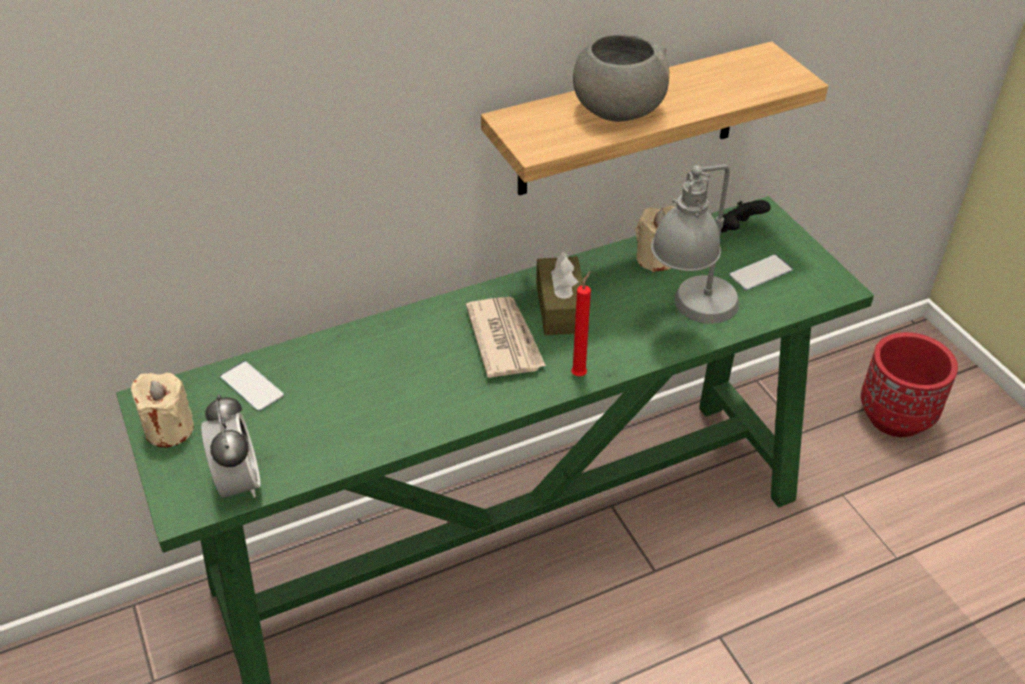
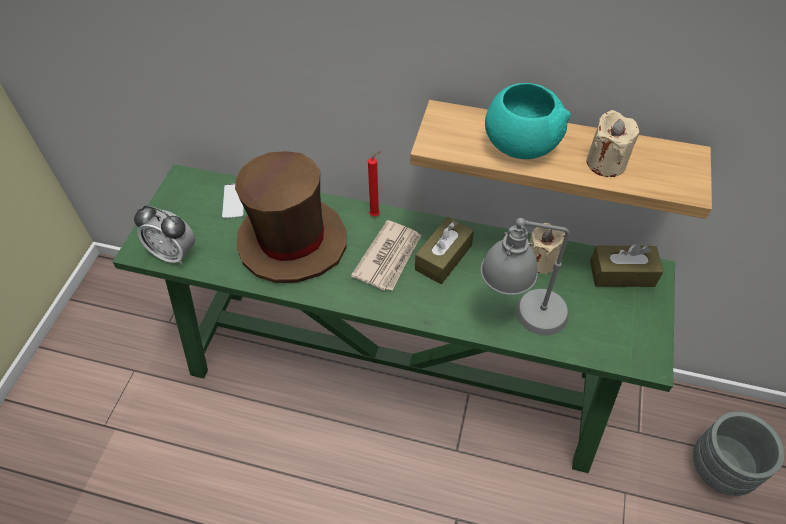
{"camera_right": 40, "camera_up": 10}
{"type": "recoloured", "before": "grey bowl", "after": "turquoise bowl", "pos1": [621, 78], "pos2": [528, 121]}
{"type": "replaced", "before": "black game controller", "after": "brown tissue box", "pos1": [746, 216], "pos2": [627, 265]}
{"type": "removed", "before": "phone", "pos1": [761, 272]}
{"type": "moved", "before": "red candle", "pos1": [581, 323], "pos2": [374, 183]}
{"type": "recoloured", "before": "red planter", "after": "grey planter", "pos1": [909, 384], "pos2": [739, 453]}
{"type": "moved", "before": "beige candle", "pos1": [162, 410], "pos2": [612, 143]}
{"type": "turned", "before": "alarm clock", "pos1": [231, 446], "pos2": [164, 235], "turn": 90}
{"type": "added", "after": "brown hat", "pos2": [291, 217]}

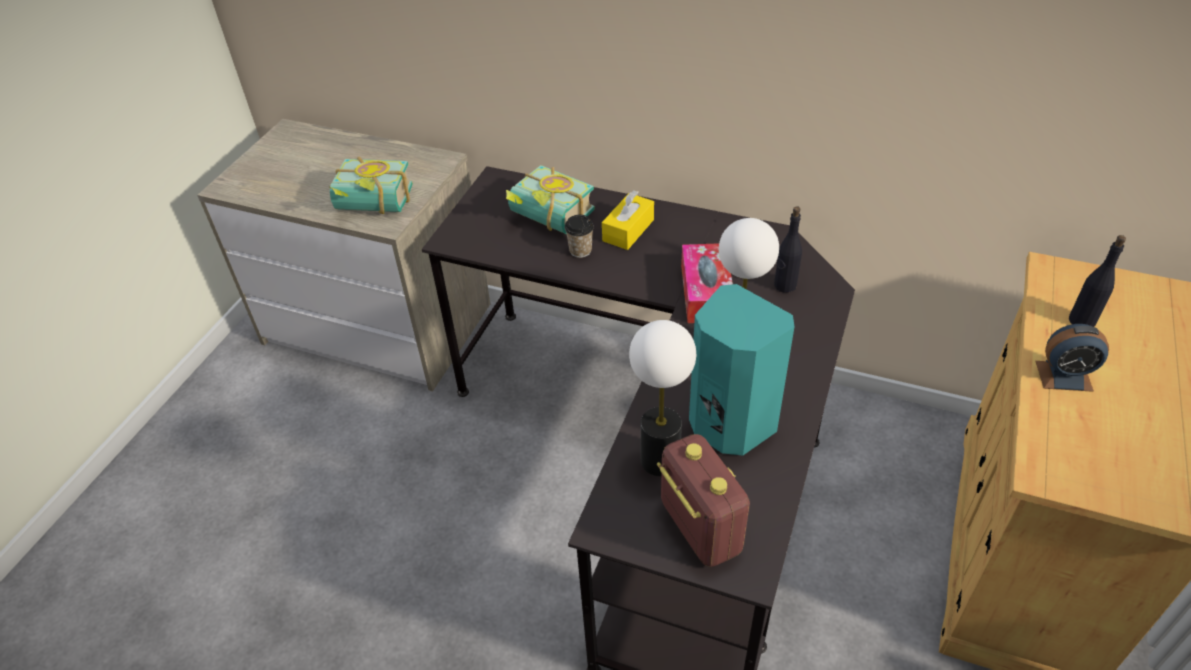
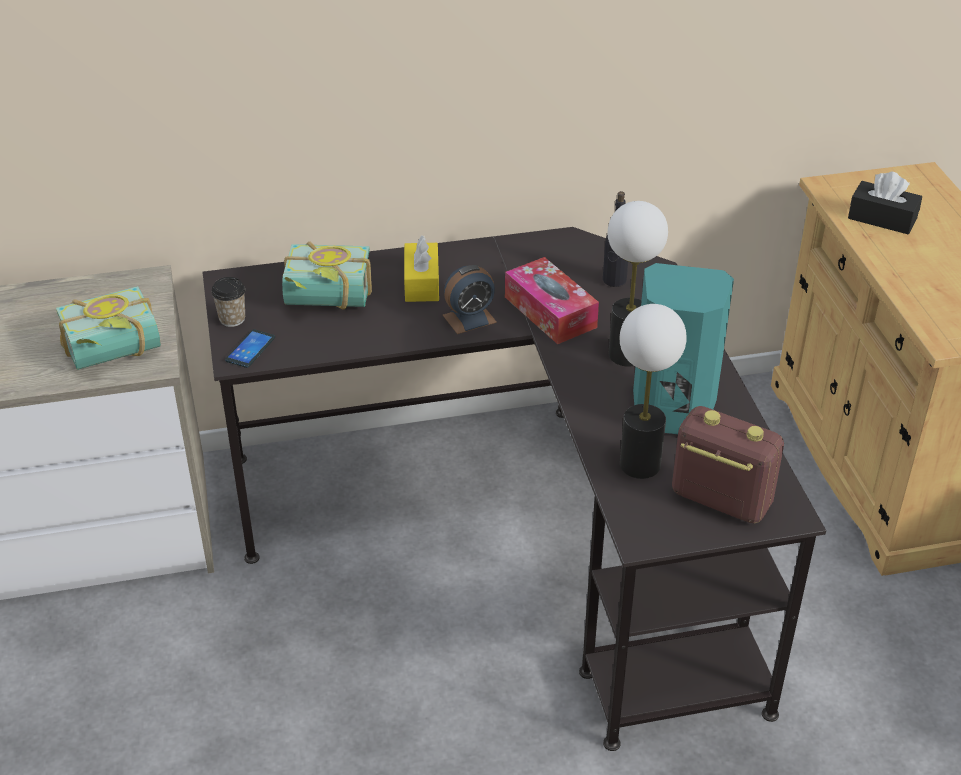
{"camera_right": -35, "camera_up": -5}
{"type": "moved", "before": "cup", "pos1": [579, 236], "pos2": [228, 302]}
{"type": "replaced", "before": "black bottle", "after": "black tissue box", "pos1": [1097, 281], "pos2": [885, 203]}
{"type": "moved", "before": "alarm clock", "pos1": [1072, 358], "pos2": [470, 299]}
{"type": "added", "after": "phone", "pos2": [250, 348]}

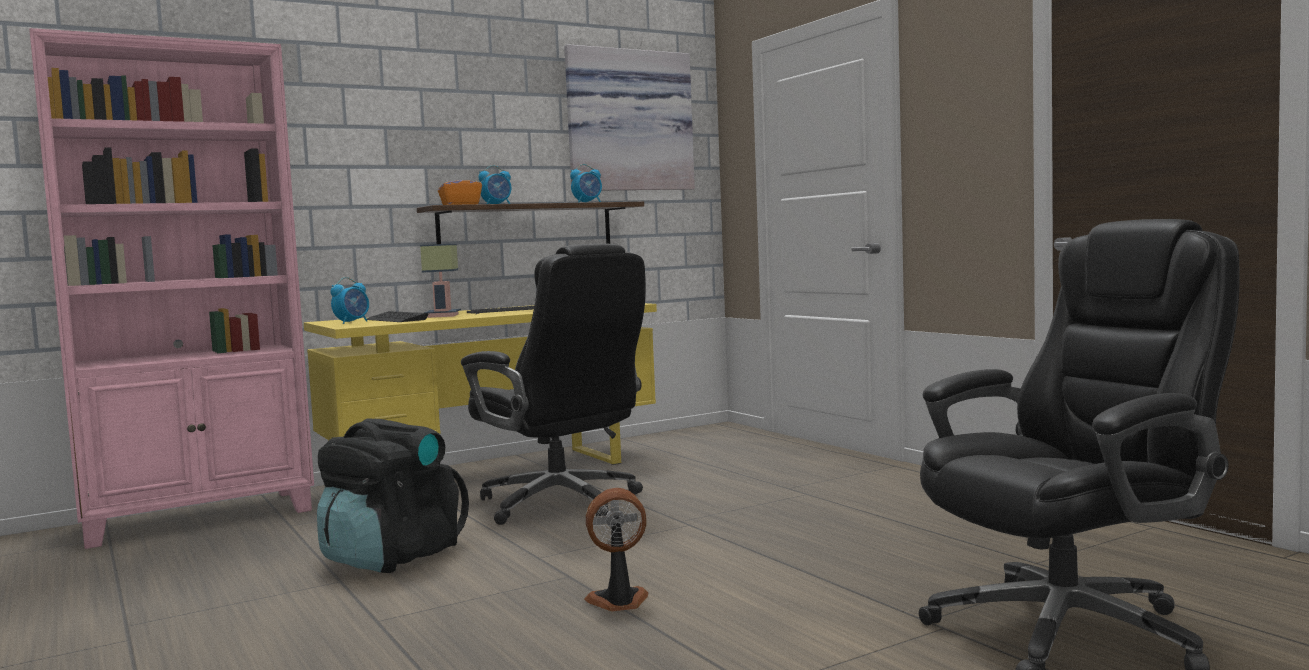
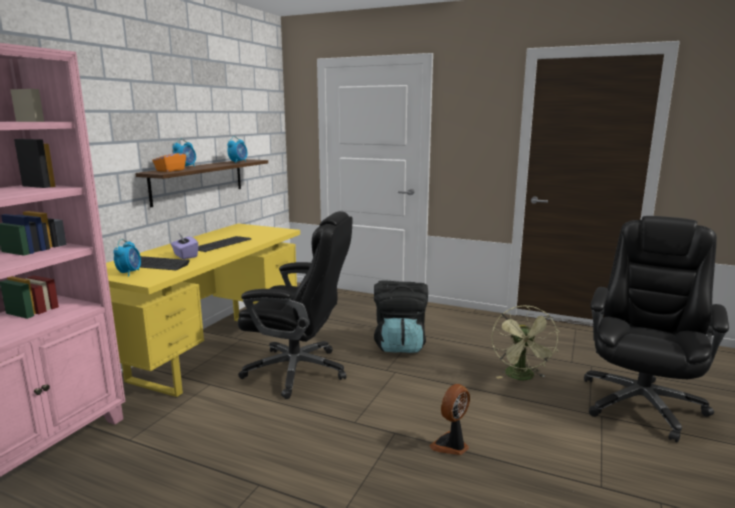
{"camera_right": -35, "camera_up": 10}
{"type": "removed", "before": "picture", "pos1": [629, 117]}
{"type": "replaced", "before": "table lamp", "after": "purple tissue box", "pos1": [440, 281], "pos2": [185, 246]}
{"type": "moved", "before": "black backpack", "pos1": [393, 496], "pos2": [401, 316]}
{"type": "added", "after": "green fan", "pos2": [525, 342]}

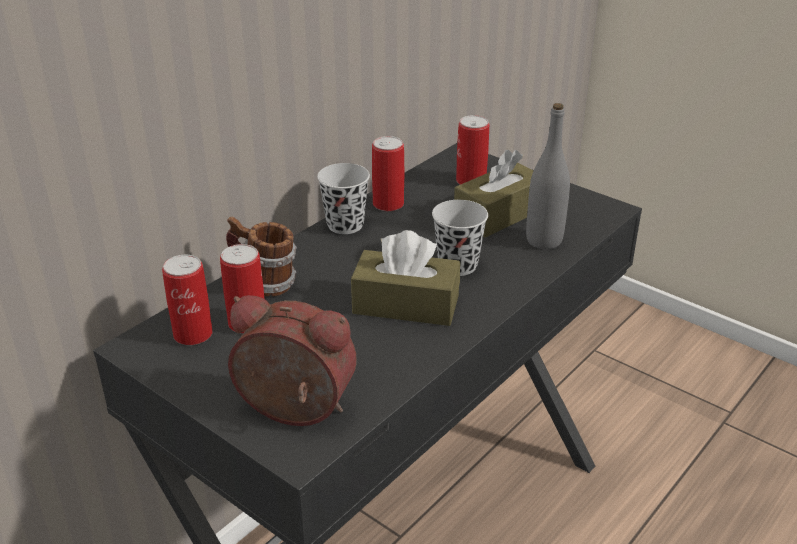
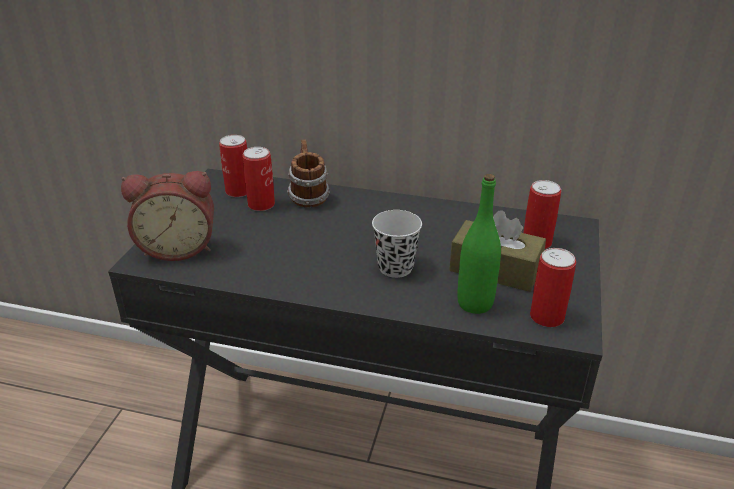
{"camera_right": 65, "camera_up": 0}
{"type": "recoloured", "before": "grey bottle", "after": "green bottle", "pos1": [548, 176], "pos2": [479, 244]}
{"type": "moved", "before": "can", "pos1": [388, 173], "pos2": [553, 287]}
{"type": "removed", "before": "black cup", "pos1": [343, 198]}
{"type": "removed", "before": "brown tissue box", "pos1": [405, 278]}
{"type": "turned", "before": "alarm clock", "pos1": [292, 360], "pos2": [167, 216], "turn": 90}

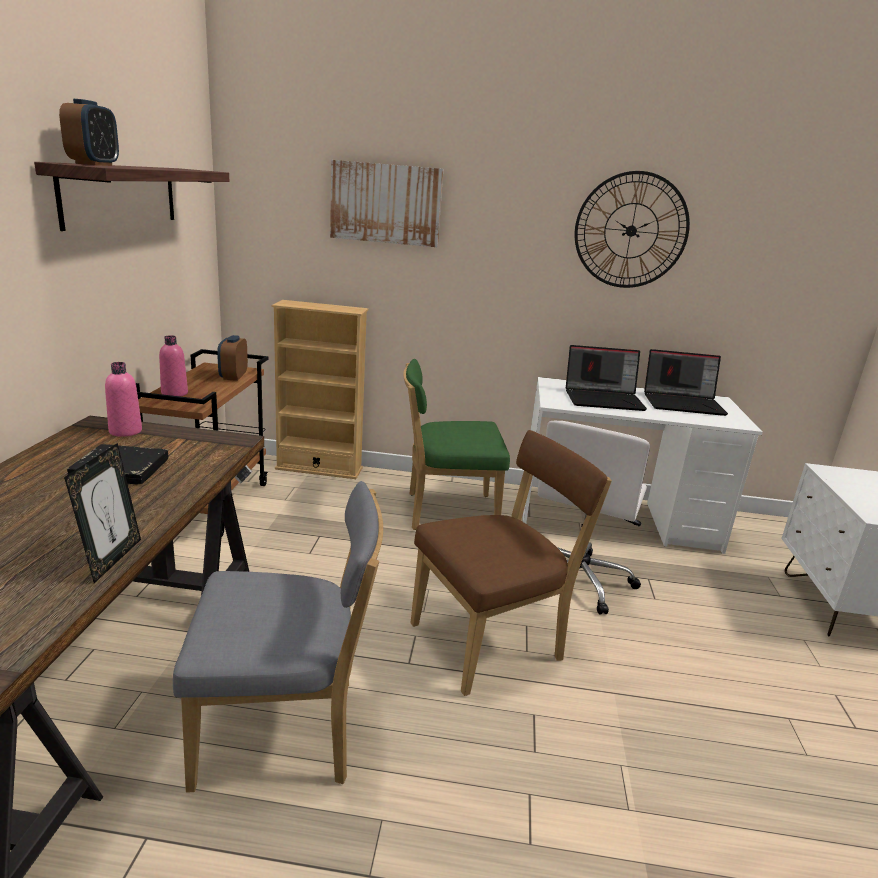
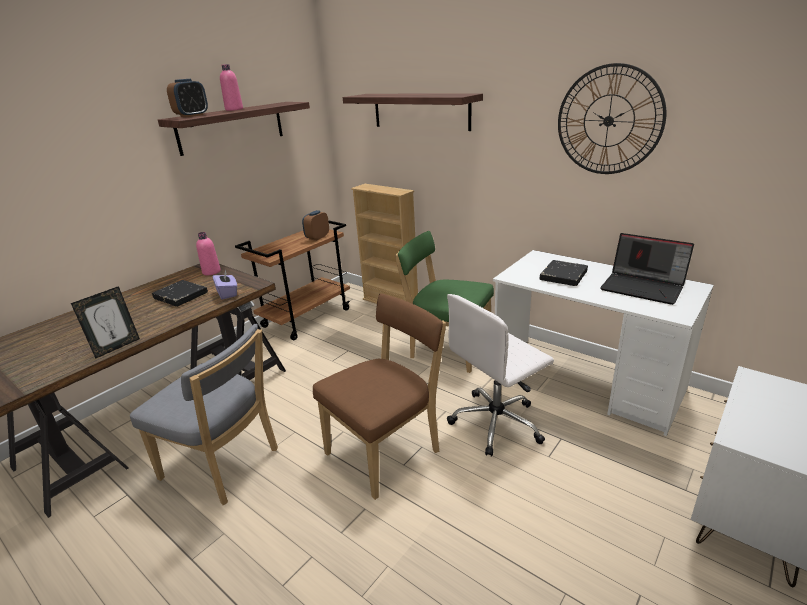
{"camera_right": 35, "camera_up": 5}
{"type": "replaced", "before": "picture", "after": "shelf", "pos1": [386, 203], "pos2": [413, 112]}
{"type": "moved", "before": "pink bottle", "pos1": [173, 365], "pos2": [231, 87]}
{"type": "replaced", "before": "laptop", "after": "black book", "pos1": [606, 378], "pos2": [563, 273]}
{"type": "turned", "before": "brown chair", "pos1": [511, 563], "pos2": [379, 396], "turn": -45}
{"type": "added", "after": "purple tissue box", "pos2": [225, 285]}

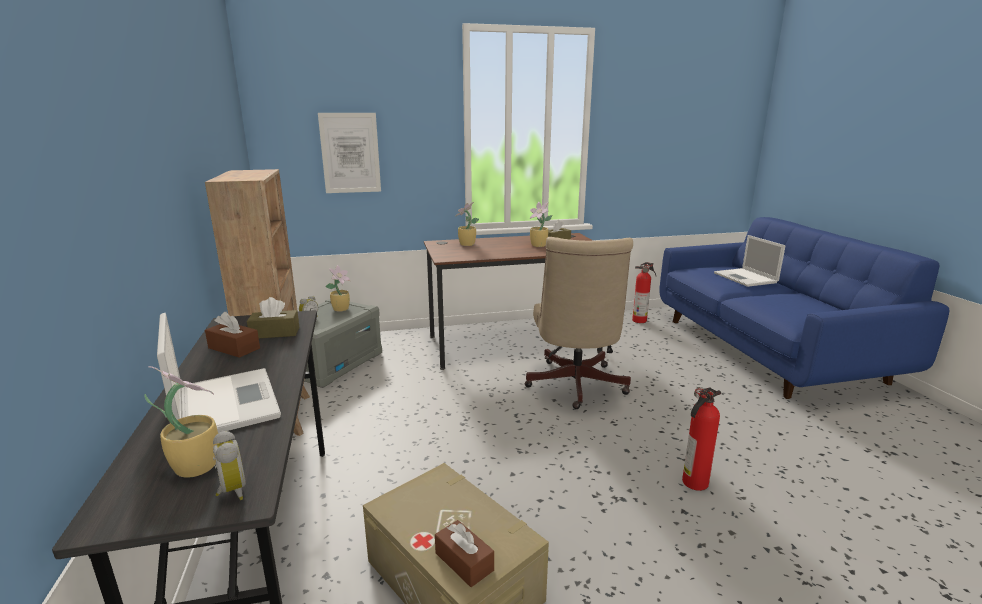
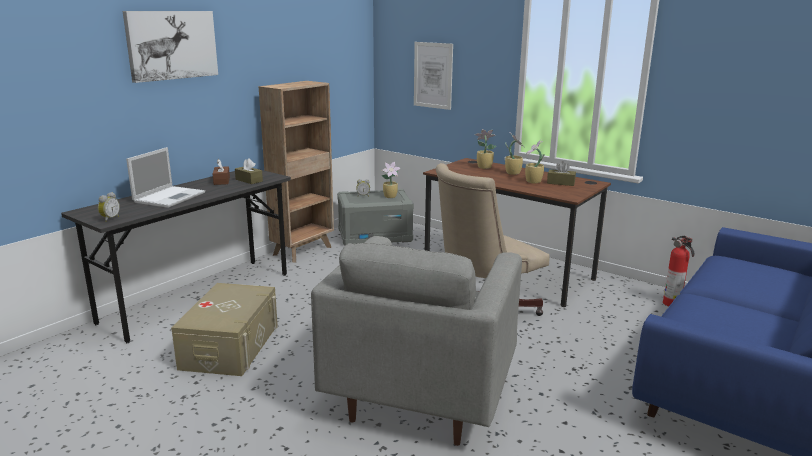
{"camera_right": 50, "camera_up": 0}
{"type": "removed", "before": "laptop", "pos1": [749, 261]}
{"type": "moved", "before": "potted plant", "pos1": [181, 422], "pos2": [515, 153]}
{"type": "replaced", "before": "fire extinguisher", "after": "grey armchair", "pos1": [701, 439], "pos2": [416, 341]}
{"type": "removed", "before": "brown tissue box", "pos1": [464, 553]}
{"type": "added", "after": "picture", "pos2": [170, 47]}

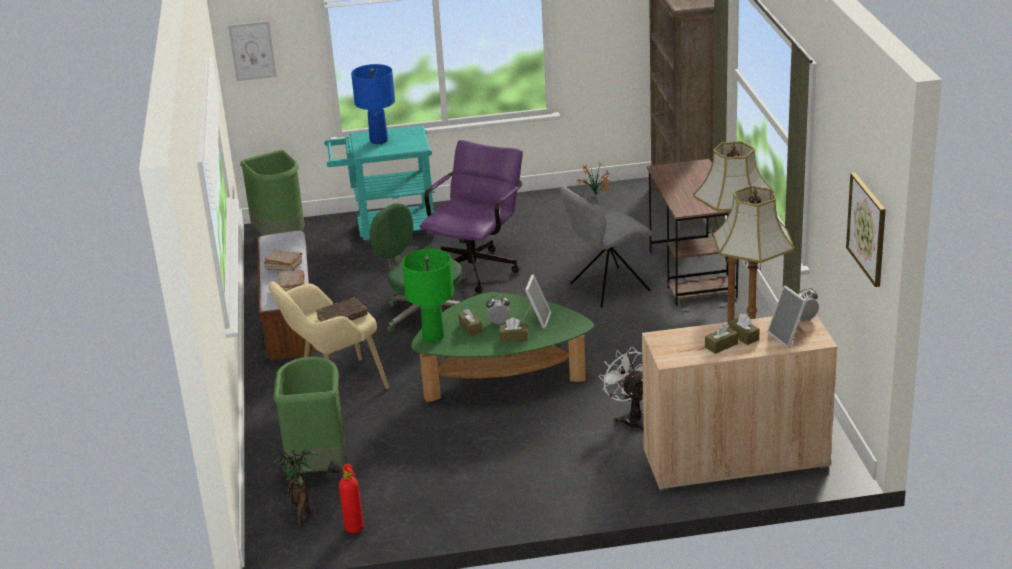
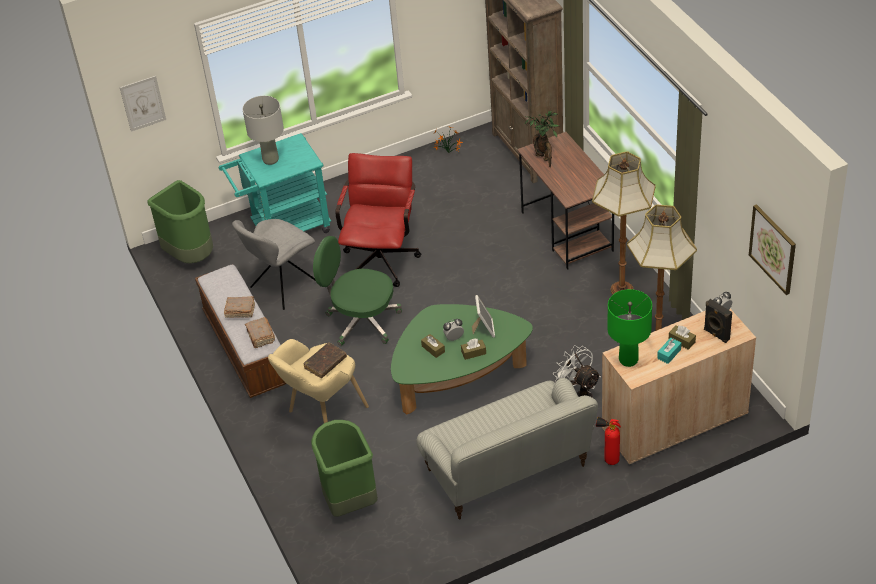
{"camera_right": -15, "camera_up": 15}
{"type": "recoloured", "before": "blue table lamp", "after": "grey table lamp", "pos1": [373, 104], "pos2": [263, 130]}
{"type": "recoloured", "before": "purple office chair", "after": "red office chair", "pos1": [471, 216], "pos2": [378, 220]}
{"type": "moved", "before": "grey chair", "pos1": [606, 247], "pos2": [273, 264]}
{"type": "moved", "before": "green table lamp", "pos1": [428, 295], "pos2": [629, 328]}
{"type": "replaced", "before": "picture frame", "after": "black speaker", "pos1": [787, 317], "pos2": [718, 321]}
{"type": "recoloured", "before": "brown tissue box", "after": "turquoise tissue box", "pos1": [721, 339], "pos2": [669, 351]}
{"type": "moved", "before": "potted plant", "pos1": [293, 488], "pos2": [542, 139]}
{"type": "moved", "before": "fire extinguisher", "pos1": [346, 496], "pos2": [608, 441]}
{"type": "added", "after": "sofa", "pos2": [507, 448]}

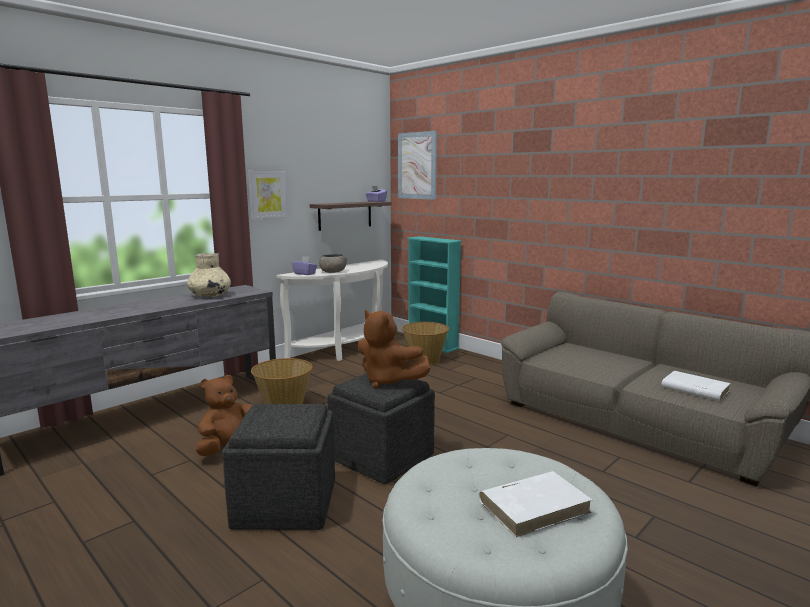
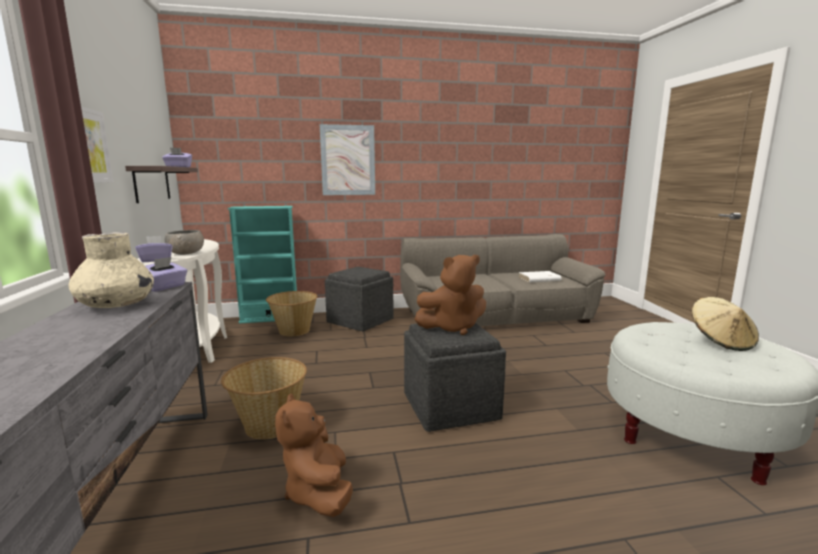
{"camera_right": -55, "camera_up": 0}
{"type": "moved", "before": "picture", "pos1": [417, 165], "pos2": [347, 159]}
{"type": "moved", "before": "grey ottoman", "pos1": [278, 467], "pos2": [359, 299]}
{"type": "replaced", "before": "white book", "after": "beige hat", "pos1": [535, 504], "pos2": [725, 324]}
{"type": "added", "after": "purple tissue box", "pos2": [166, 274]}

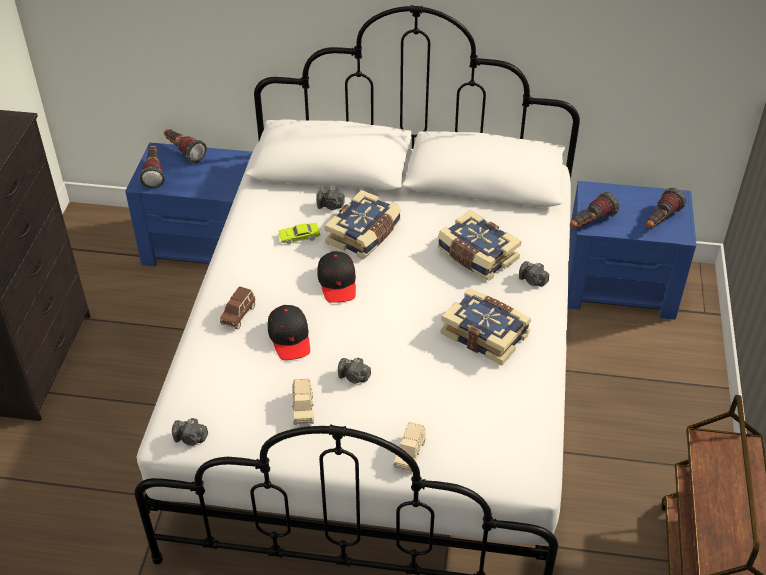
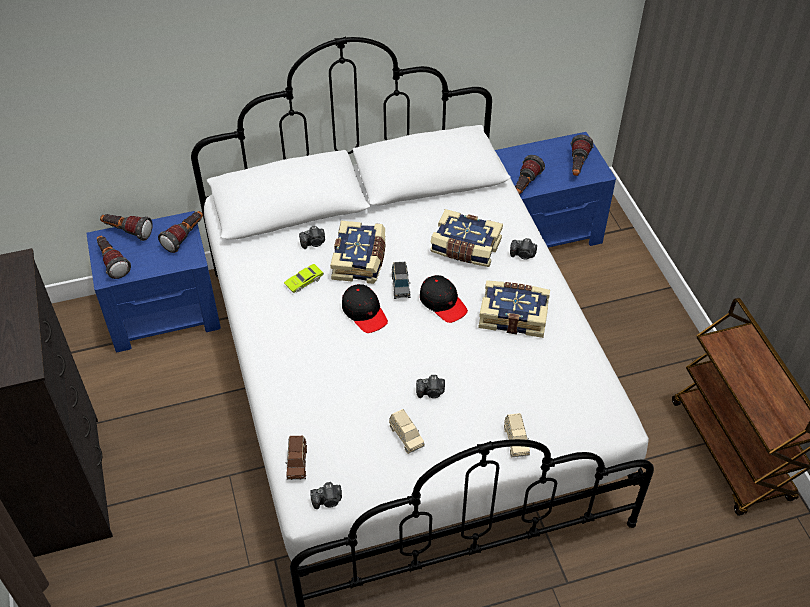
{"camera_right": -25, "camera_up": 5}
{"type": "moved", "before": "brown toy car", "pos1": [238, 307], "pos2": [296, 458]}
{"type": "moved", "before": "black cap", "pos1": [289, 332], "pos2": [444, 299]}
{"type": "added", "after": "flashlight", "pos2": [180, 232]}
{"type": "added", "after": "grey toy car", "pos2": [401, 280]}

